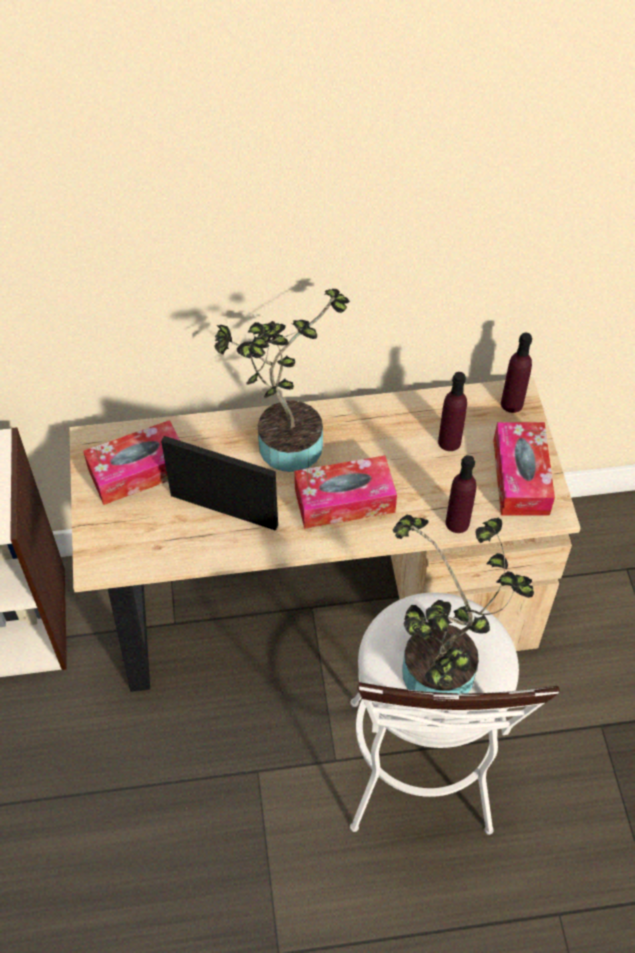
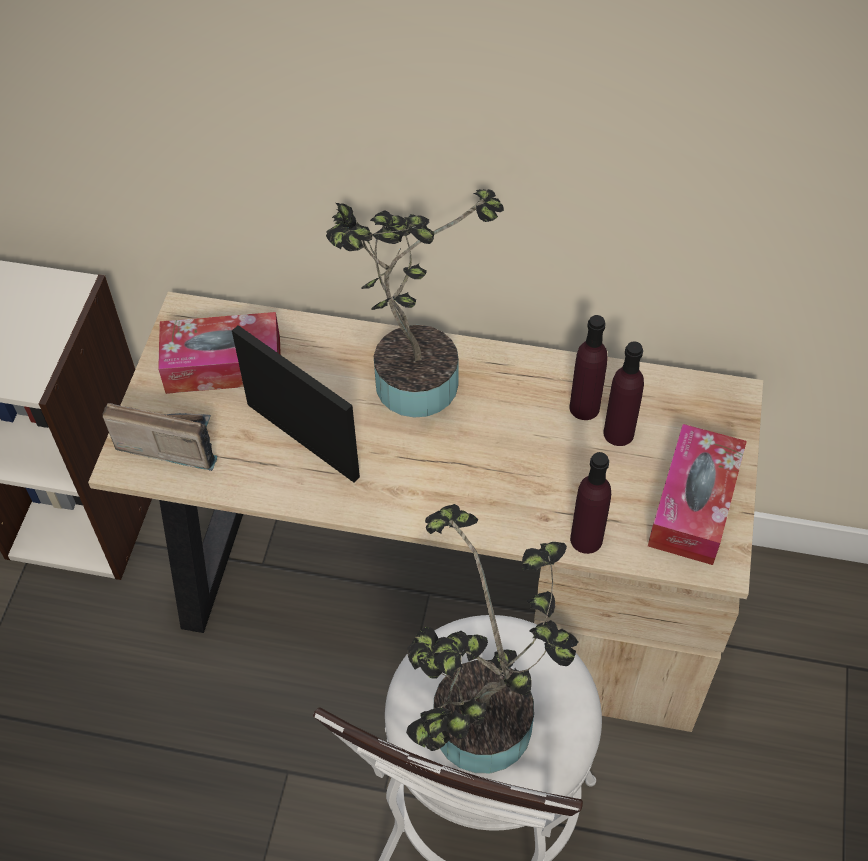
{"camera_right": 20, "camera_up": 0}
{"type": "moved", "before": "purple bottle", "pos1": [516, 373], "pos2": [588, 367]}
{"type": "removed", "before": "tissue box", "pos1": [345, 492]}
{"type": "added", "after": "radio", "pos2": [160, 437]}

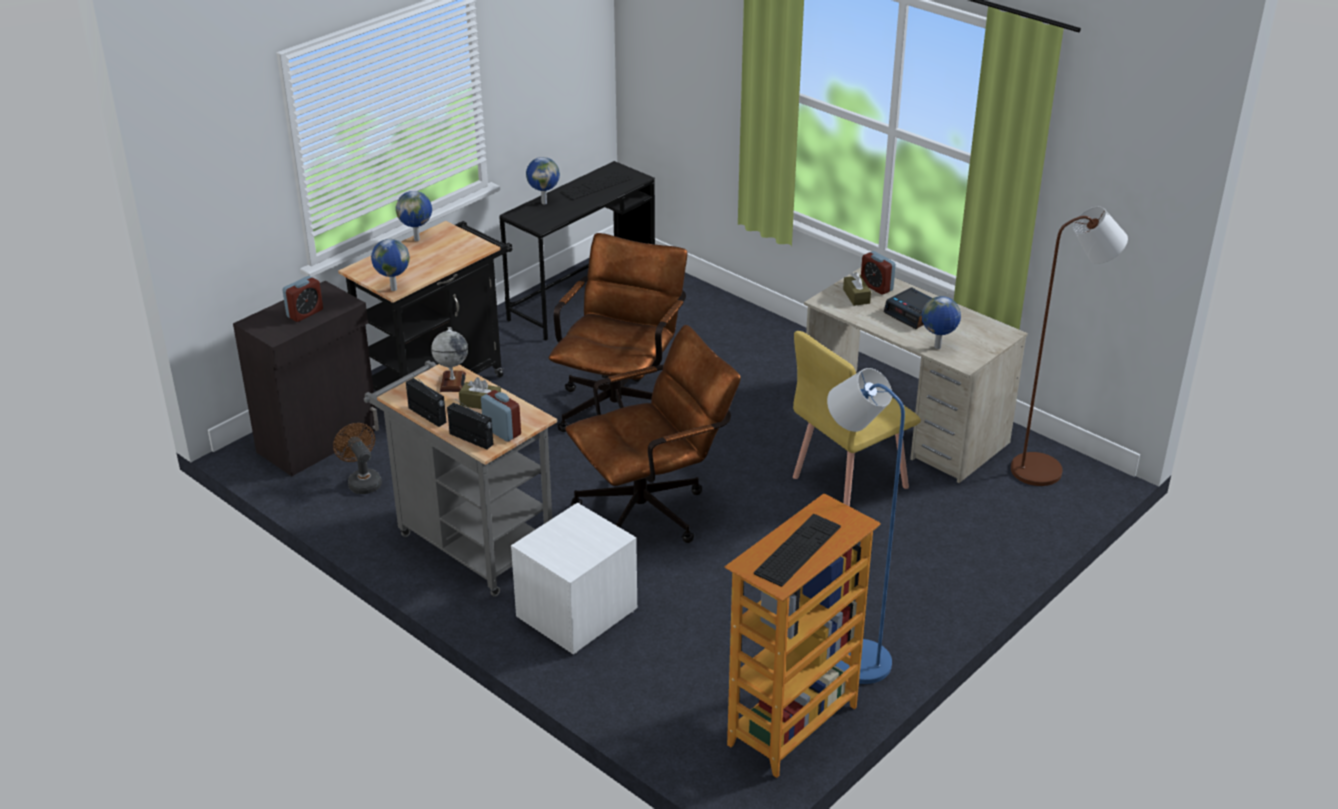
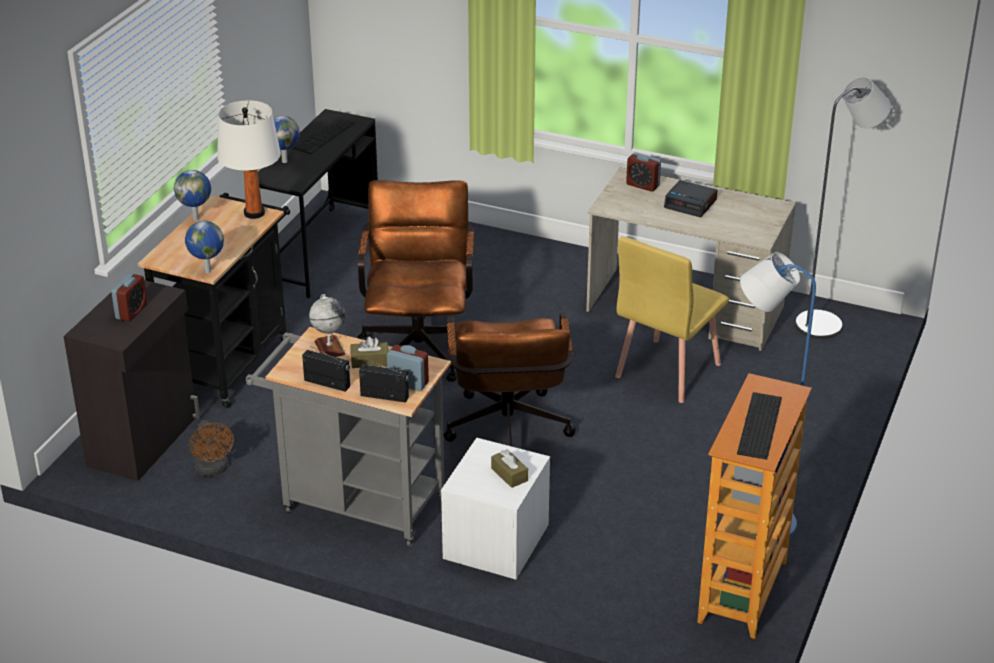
{"camera_right": -20, "camera_up": 0}
{"type": "recoloured", "before": "brown floor lamp", "after": "grey floor lamp", "pos1": [1069, 346], "pos2": [843, 208]}
{"type": "moved", "before": "brown tissue box", "pos1": [857, 289], "pos2": [509, 468]}
{"type": "removed", "before": "globe", "pos1": [941, 322]}
{"type": "turned", "before": "brown office chair", "pos1": [653, 434], "pos2": [509, 380], "turn": 135}
{"type": "turned", "before": "brown fan", "pos1": [357, 458], "pos2": [211, 448], "turn": -150}
{"type": "added", "after": "white table lamp", "pos2": [249, 159]}

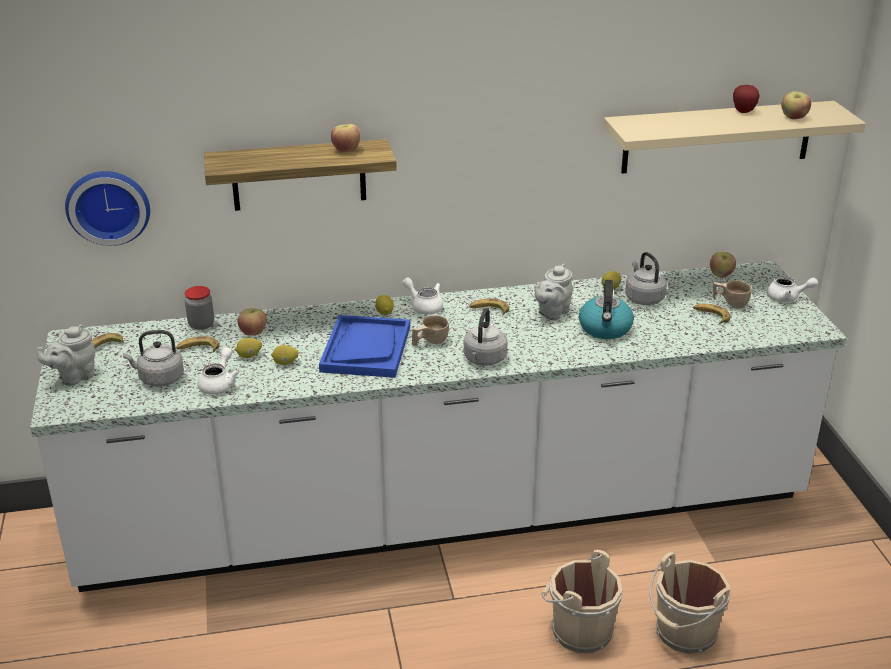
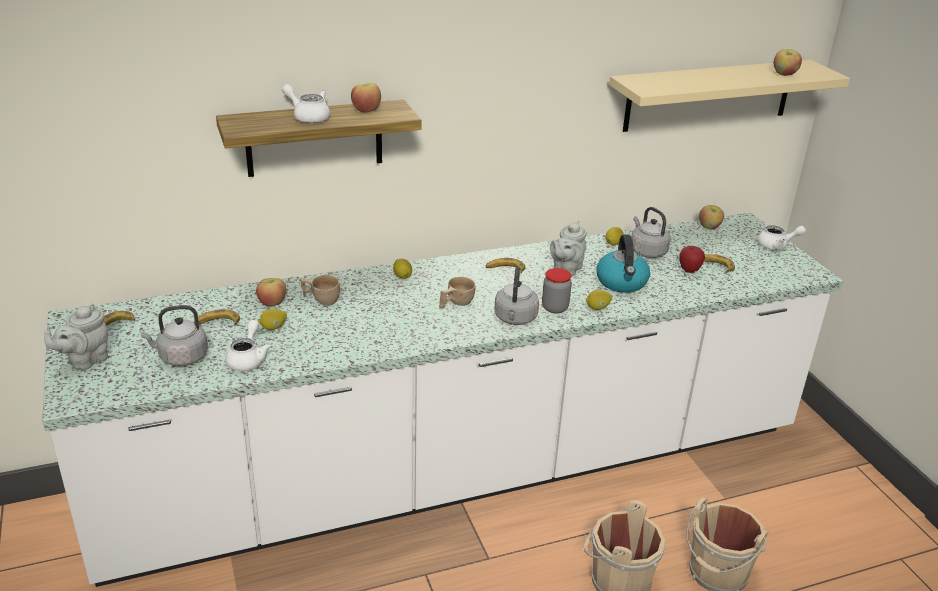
{"camera_right": -10, "camera_up": 0}
{"type": "moved", "before": "apple", "pos1": [746, 99], "pos2": [692, 259]}
{"type": "removed", "before": "wall clock", "pos1": [107, 208]}
{"type": "moved", "before": "white teapot", "pos1": [423, 296], "pos2": [306, 103]}
{"type": "moved", "before": "beige cup", "pos1": [731, 294], "pos2": [320, 290]}
{"type": "moved", "before": "jar", "pos1": [199, 308], "pos2": [557, 290]}
{"type": "removed", "before": "blue tray", "pos1": [364, 346]}
{"type": "moved", "before": "lemon", "pos1": [285, 355], "pos2": [599, 300]}

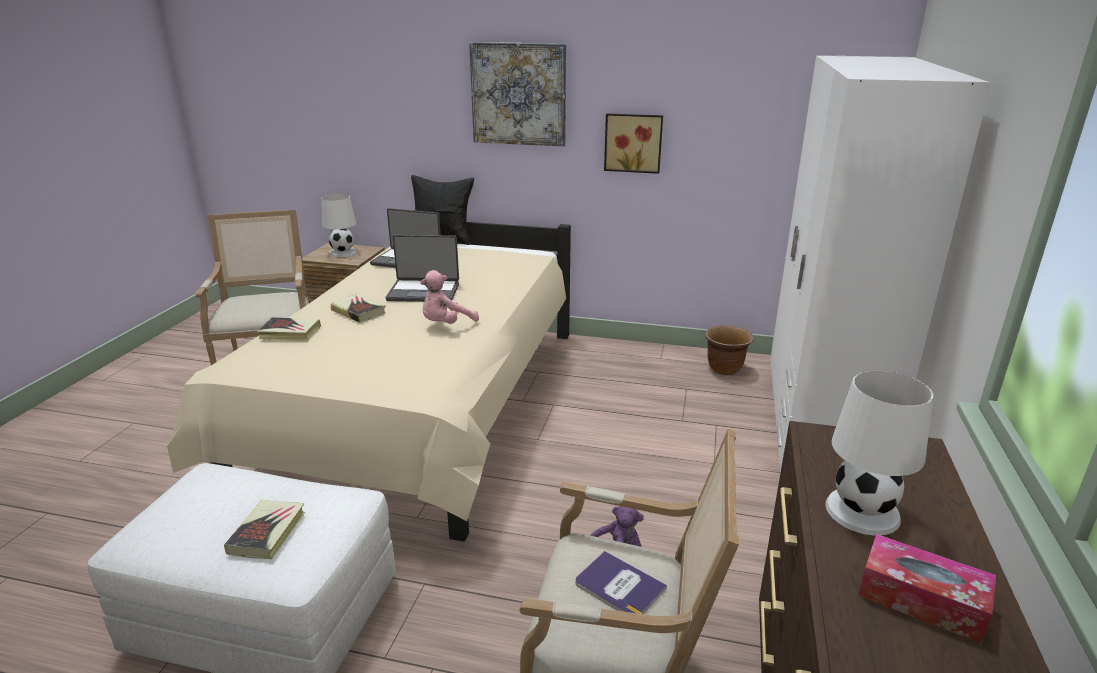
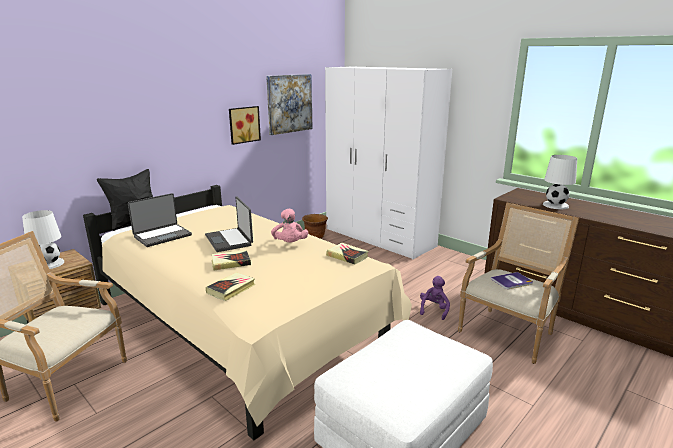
{"camera_right": -60, "camera_up": -5}
{"type": "moved", "before": "picture", "pos1": [517, 94], "pos2": [289, 104]}
{"type": "turned", "before": "laptop", "pos1": [422, 268], "pos2": [229, 224], "turn": 120}
{"type": "moved", "before": "book", "pos1": [264, 529], "pos2": [347, 254]}
{"type": "removed", "before": "tissue box", "pos1": [927, 589]}

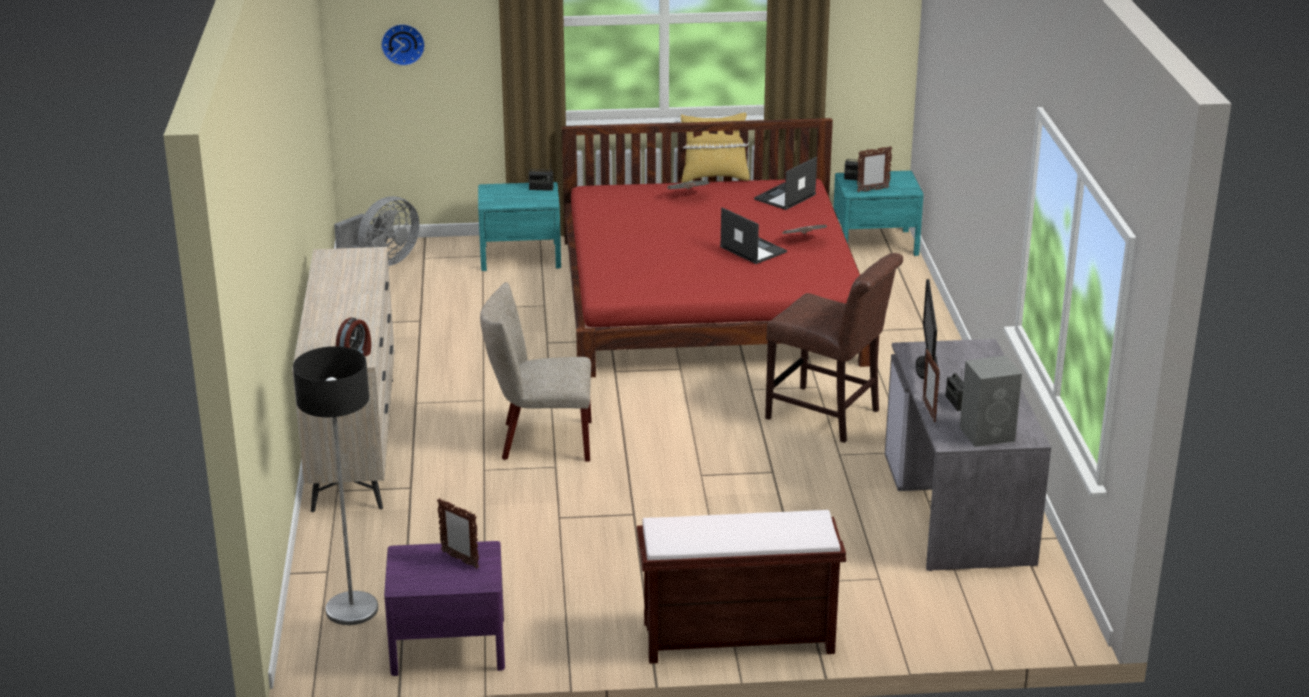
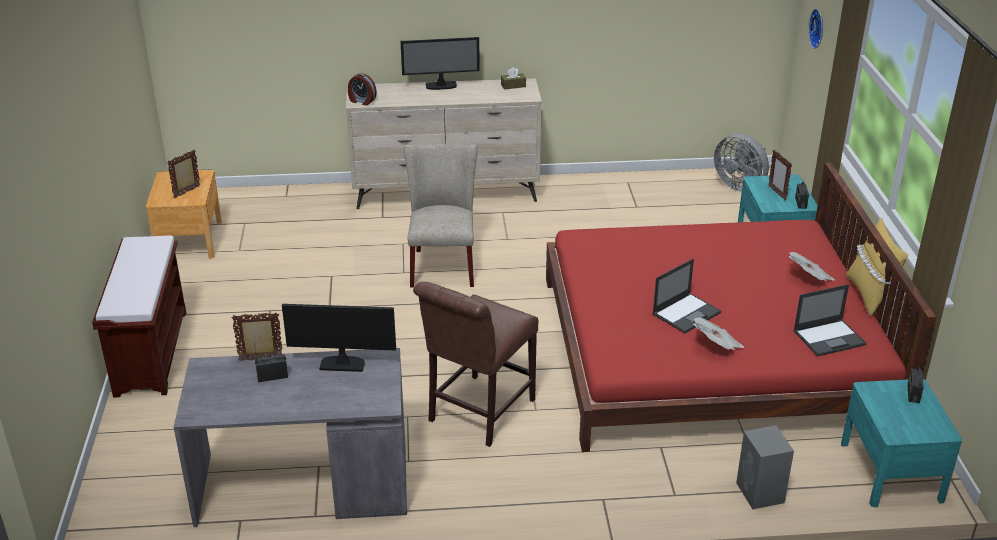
{"camera_right": 90, "camera_up": 5}
{"type": "moved", "before": "picture frame", "pos1": [874, 169], "pos2": [780, 175]}
{"type": "turned", "before": "laptop", "pos1": [785, 183], "pos2": [830, 320], "turn": 120}
{"type": "removed", "before": "floor lamp", "pos1": [335, 485]}
{"type": "moved", "before": "grey speaker", "pos1": [991, 401], "pos2": [765, 467]}
{"type": "recoloured", "before": "purple nightstand", "after": "brown nightstand", "pos1": [444, 608], "pos2": [184, 214]}
{"type": "added", "after": "monitor", "pos2": [440, 63]}
{"type": "added", "after": "brown tissue box", "pos2": [513, 78]}

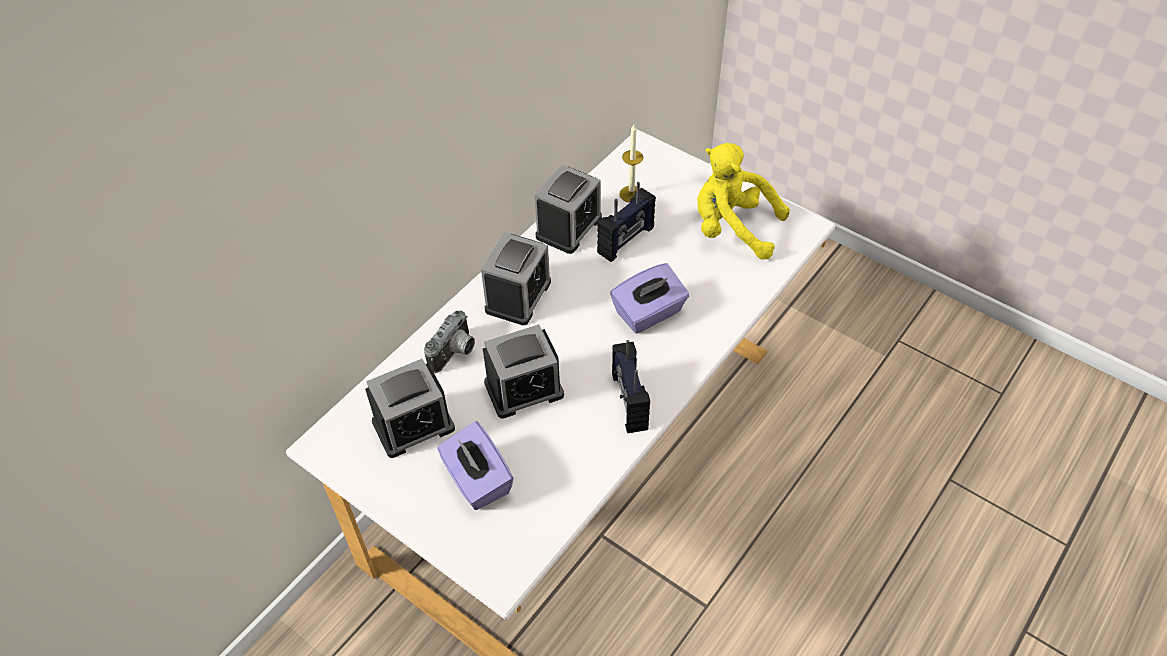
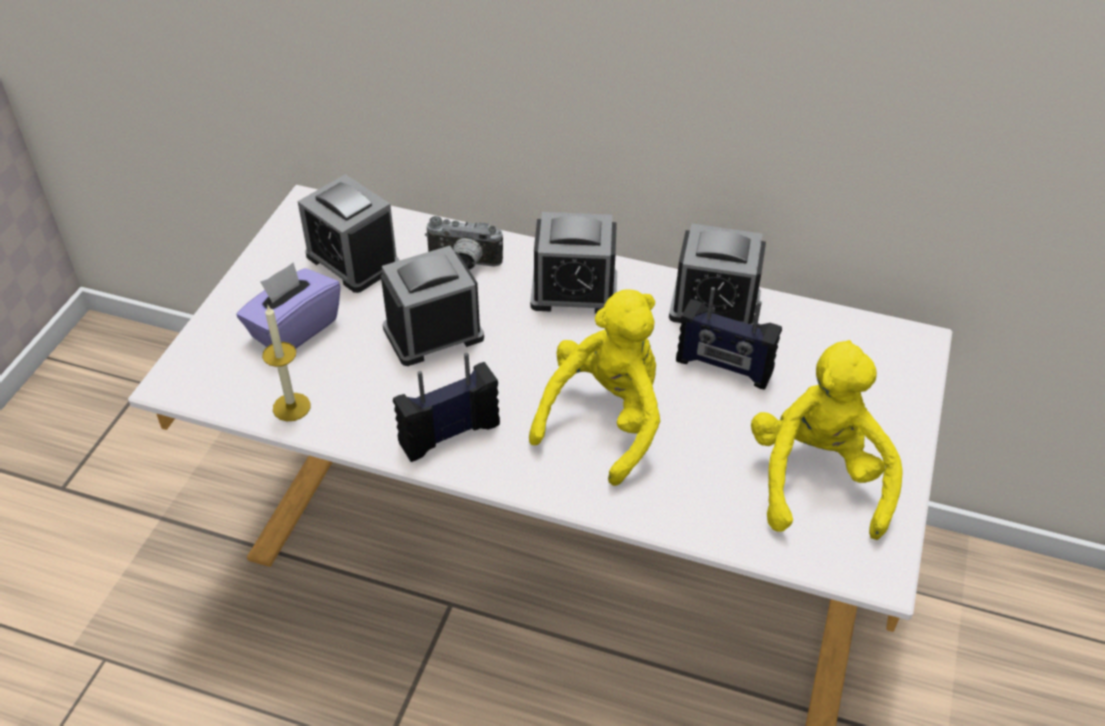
{"camera_right": 70, "camera_up": -5}
{"type": "moved", "before": "candle", "pos1": [631, 163], "pos2": [286, 362]}
{"type": "replaced", "before": "purple tissue box", "after": "yellow plush toy", "pos1": [649, 298], "pos2": [594, 387]}
{"type": "turned", "before": "alarm clock", "pos1": [523, 371], "pos2": [432, 306], "turn": 105}

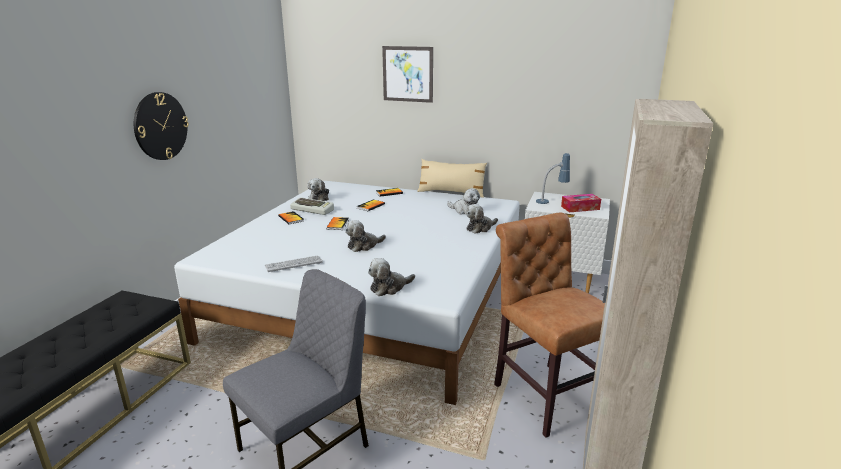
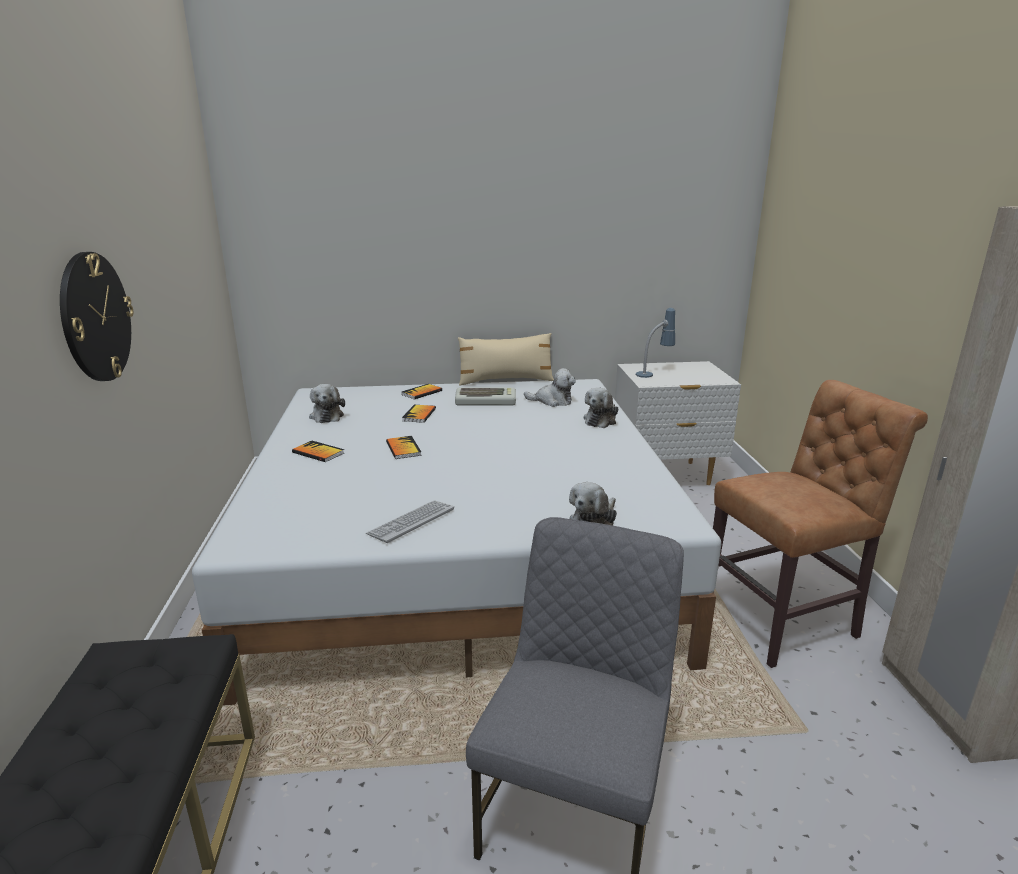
{"camera_right": -25, "camera_up": 0}
{"type": "removed", "before": "picture", "pos1": [407, 74]}
{"type": "removed", "before": "tissue box", "pos1": [581, 203]}
{"type": "moved", "before": "keyboard", "pos1": [312, 206], "pos2": [485, 397]}
{"type": "turned", "before": "brown chair", "pos1": [549, 325], "pos2": [820, 524], "turn": 120}
{"type": "removed", "before": "plush toy", "pos1": [365, 236]}

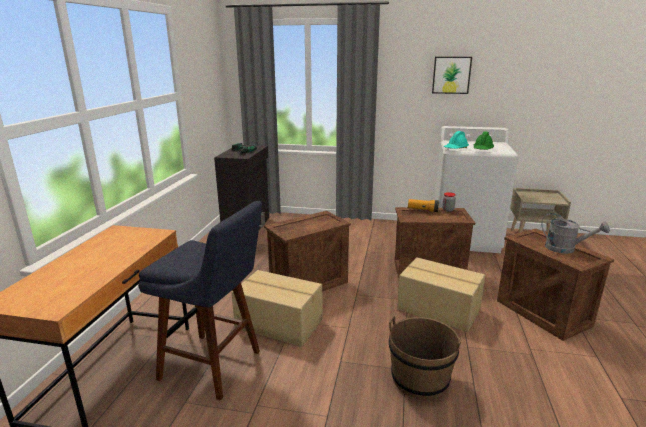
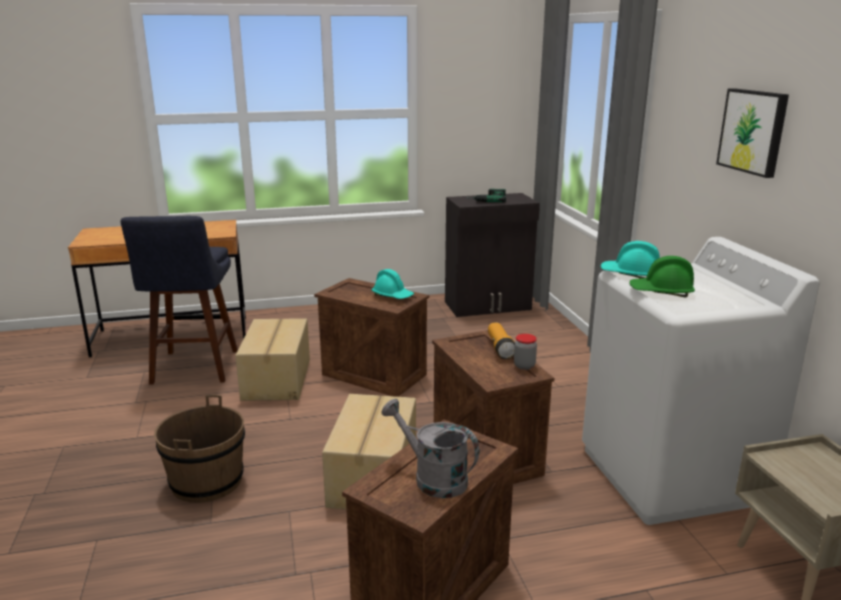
{"camera_right": 65, "camera_up": 0}
{"type": "turned", "before": "grey watering can", "pos1": [575, 233], "pos2": [430, 448], "turn": 120}
{"type": "added", "after": "turquoise hard hat", "pos2": [392, 284]}

